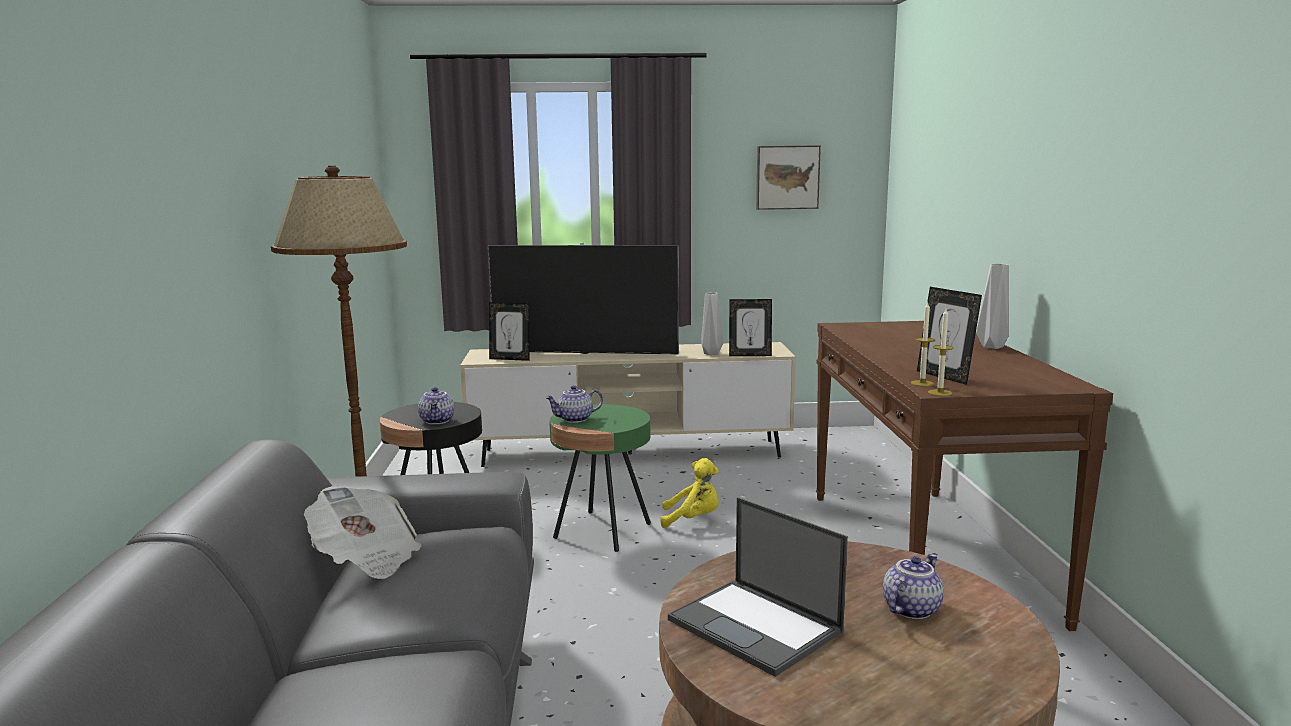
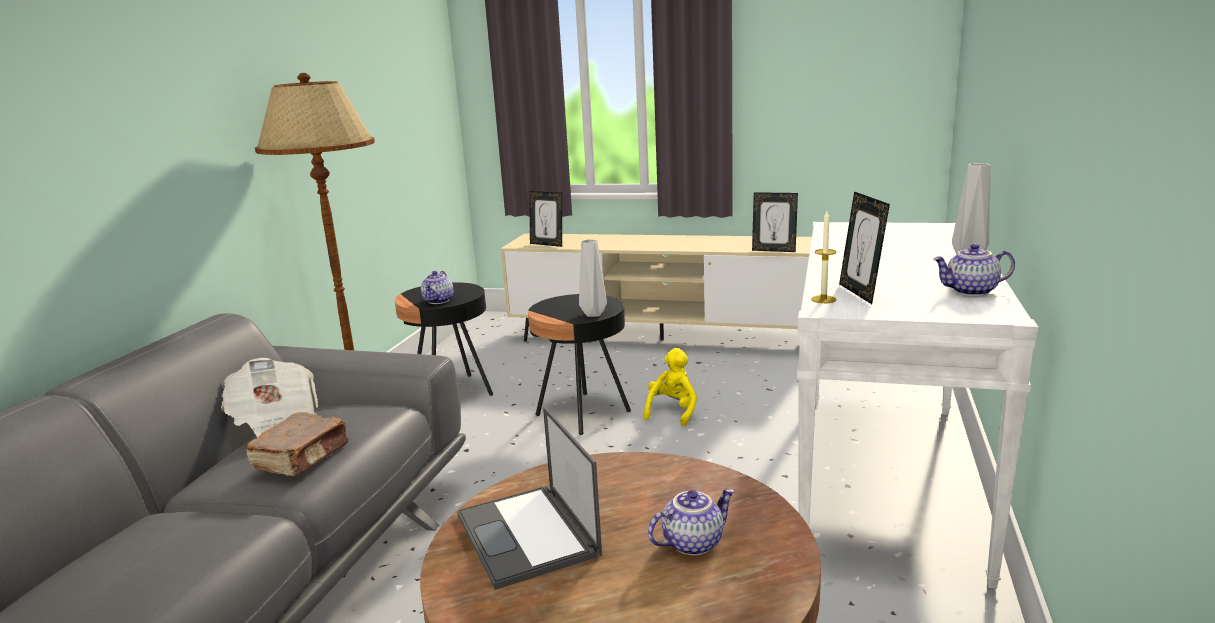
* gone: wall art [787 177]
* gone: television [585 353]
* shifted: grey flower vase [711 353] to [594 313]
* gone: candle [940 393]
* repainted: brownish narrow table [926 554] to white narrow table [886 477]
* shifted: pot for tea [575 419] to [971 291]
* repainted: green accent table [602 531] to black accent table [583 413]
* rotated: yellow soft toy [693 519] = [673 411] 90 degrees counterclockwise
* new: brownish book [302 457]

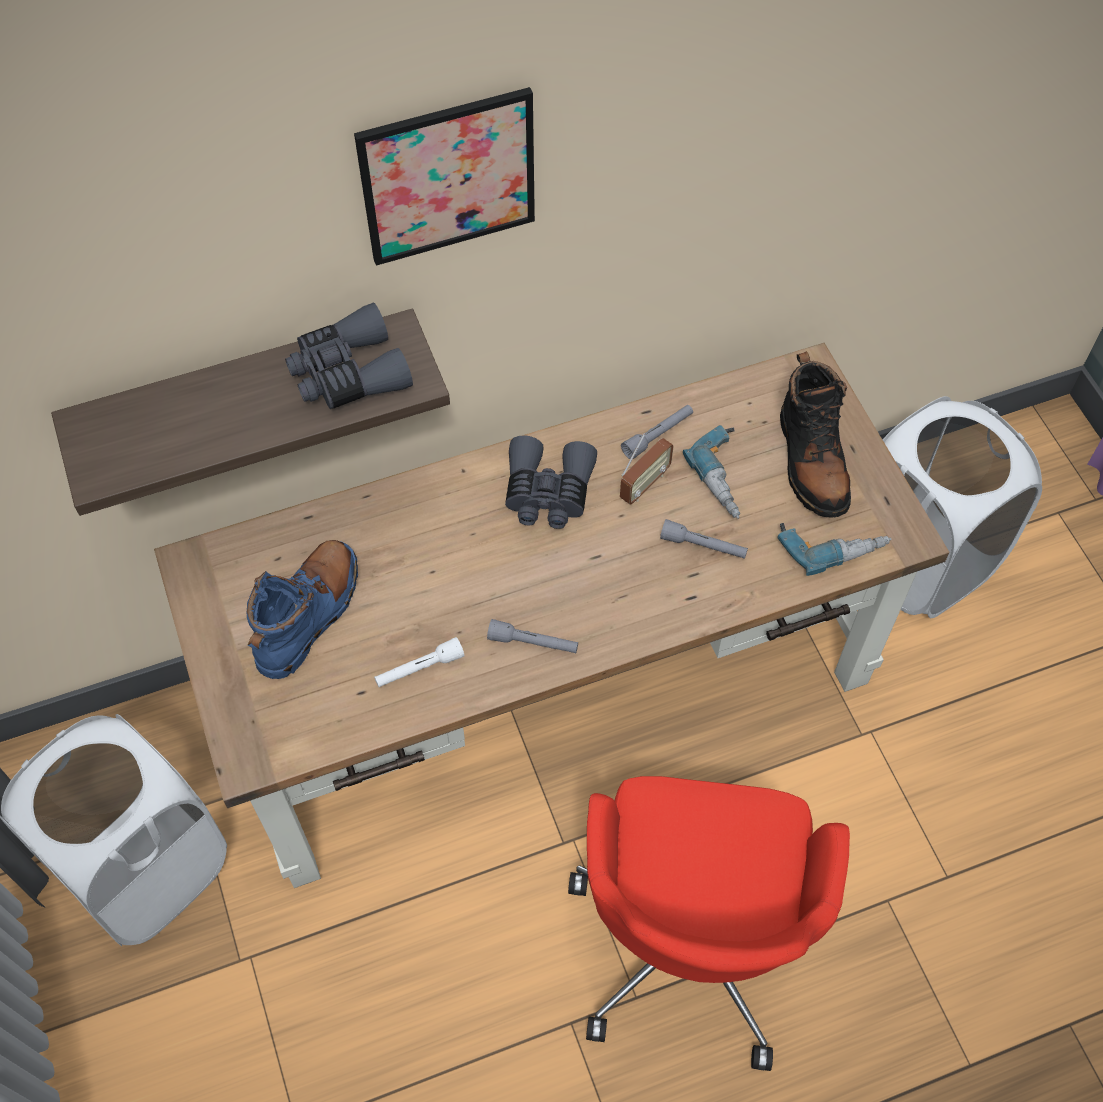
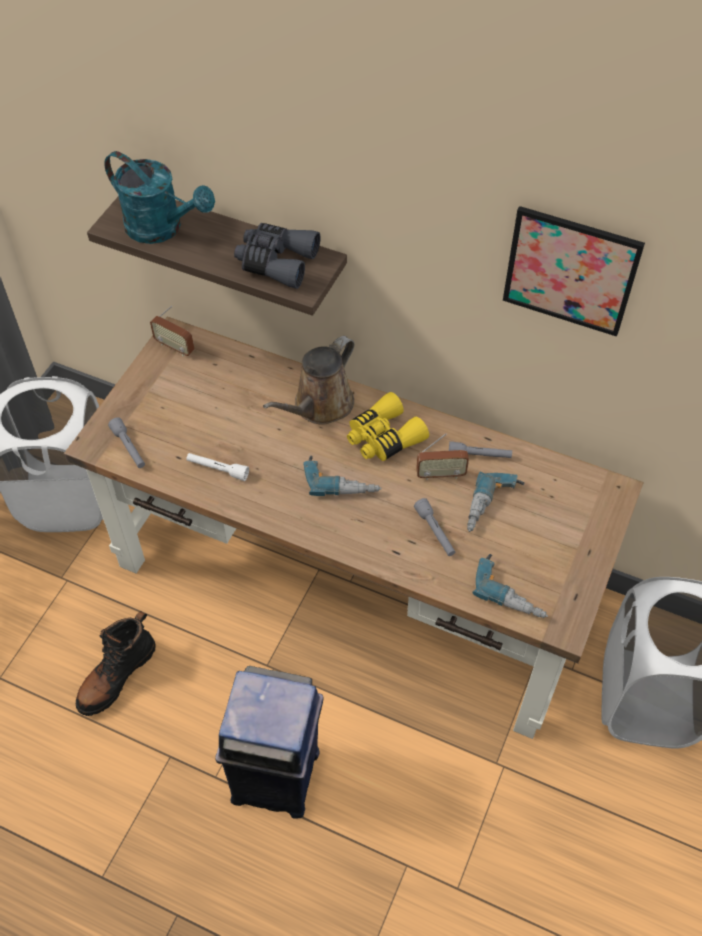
* shifted: wall art [448 176] to [570 271]
* shifted: black high-top boot [811 461] to [117 676]
* repainted: grey binoculars [547 493] to yellow binoculars [383 437]
* gone: blue high-top boot [309 615]
* shifted: grey torch [533 643] to [129 448]
* swapped: red computer chair [692 937] to blue rubbish bin [277 776]
* new: turquoise sprinkling can [162 229]
* new: radio set [175 347]
* new: brownish sprinkling can [319 406]
* new: drill [342 480]

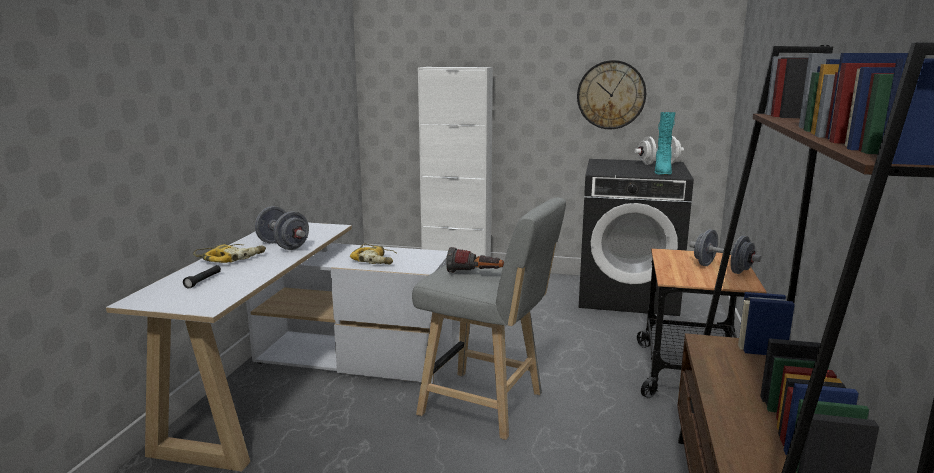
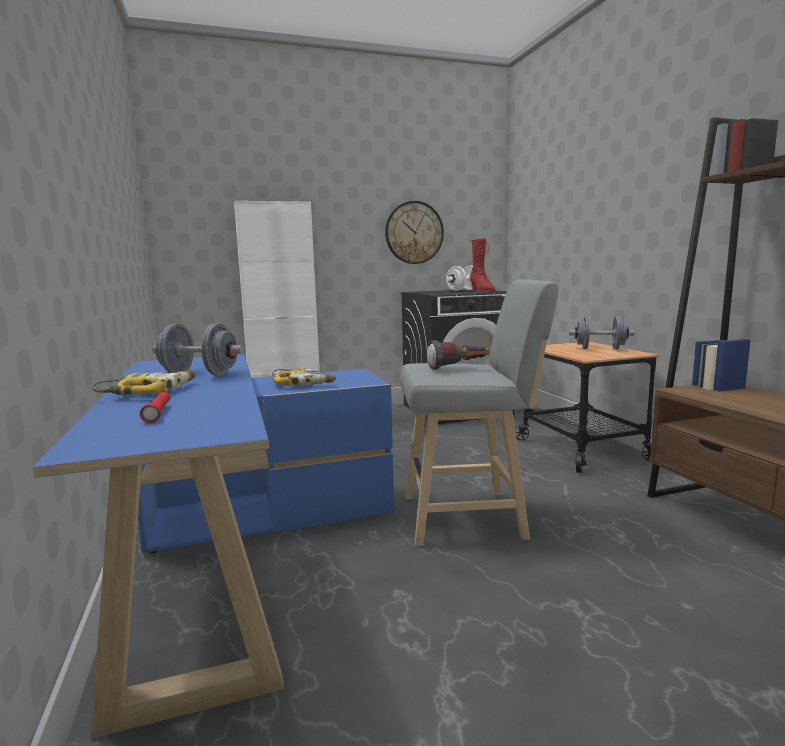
* repainted: turquoise high-top boot [662 171] to red high-top boot [482 291]
* repainted: white desk [304 383] to blue desk [243 555]
* repainted: black torch [203 281] to red torch [158 413]

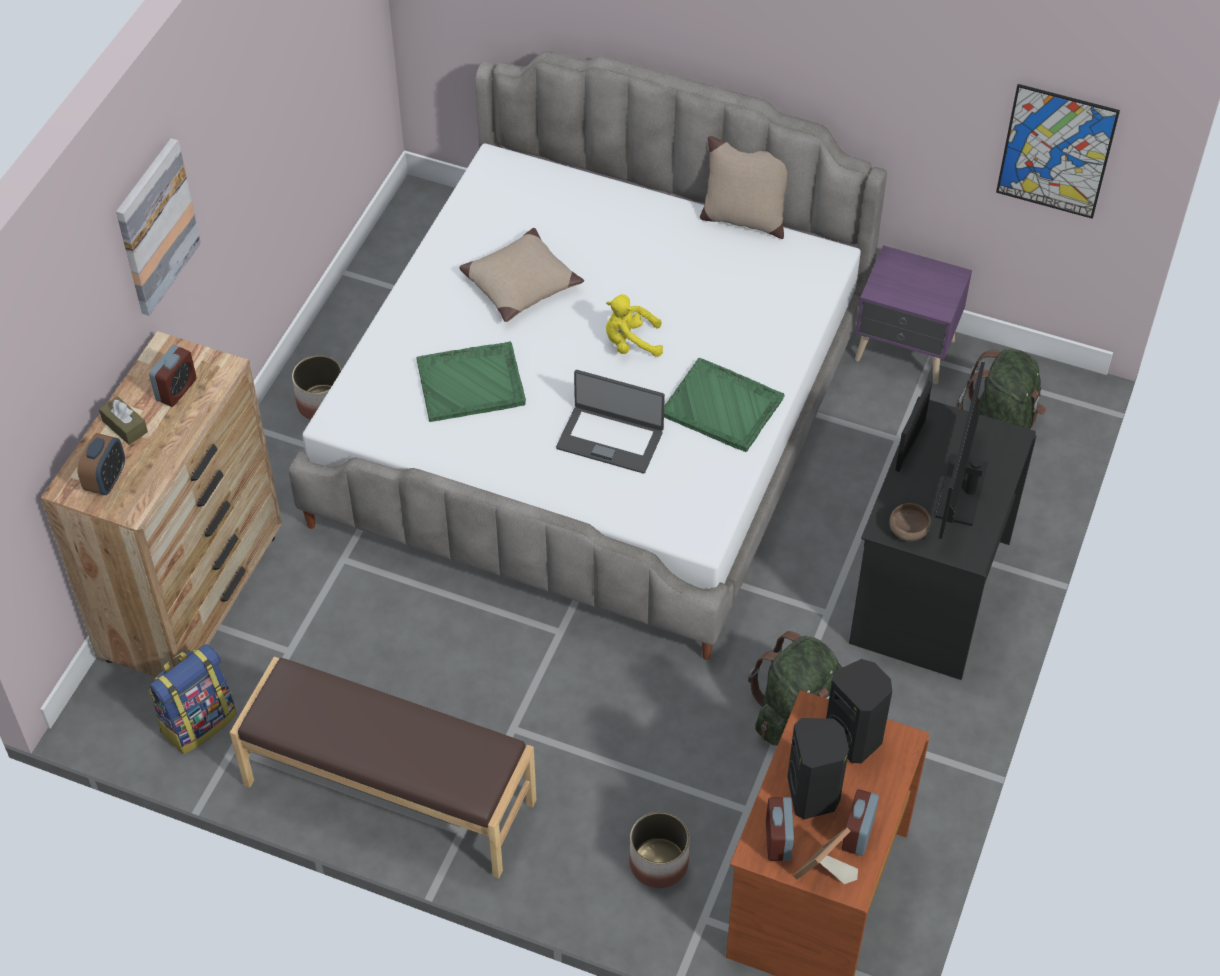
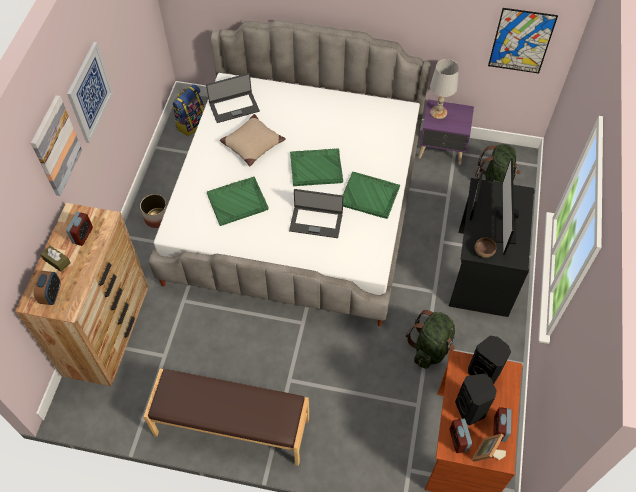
* gone: sand-coloured cushion [743 219]
* swapped: yellow soft toy [631 343] to green tray [315 168]
* shifted: backpack [198 721] to [191 123]
* gone: plant pot [658 863]
* new: wall art [89 92]
* new: white table lamp [438 112]
* new: portable computer [234 107]

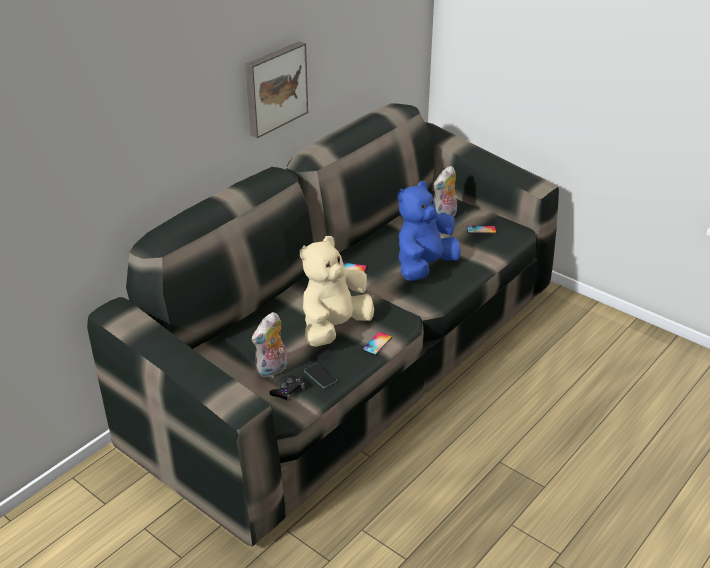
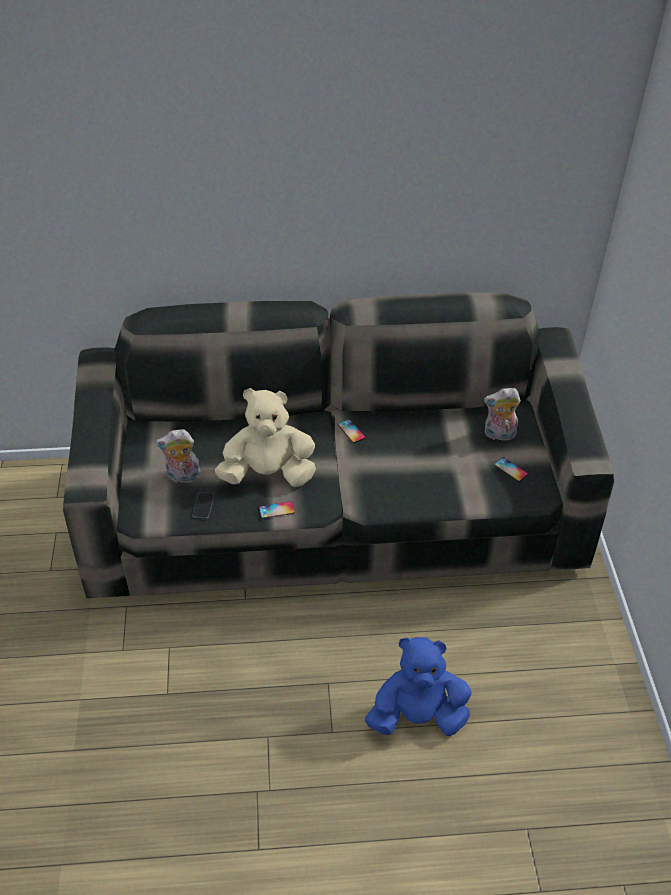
* gone: wall art [274 88]
* shifted: blue soft toy [424 267] to [417 715]
* gone: black joypad [288 391]

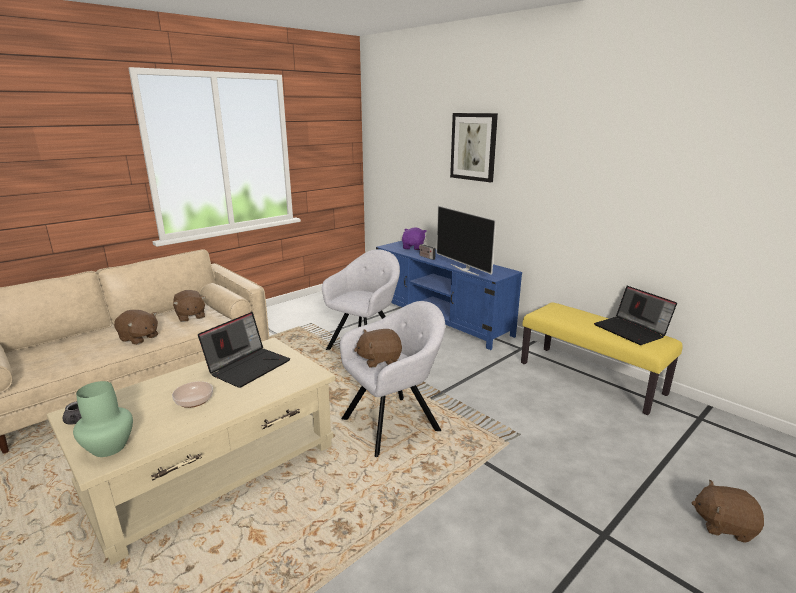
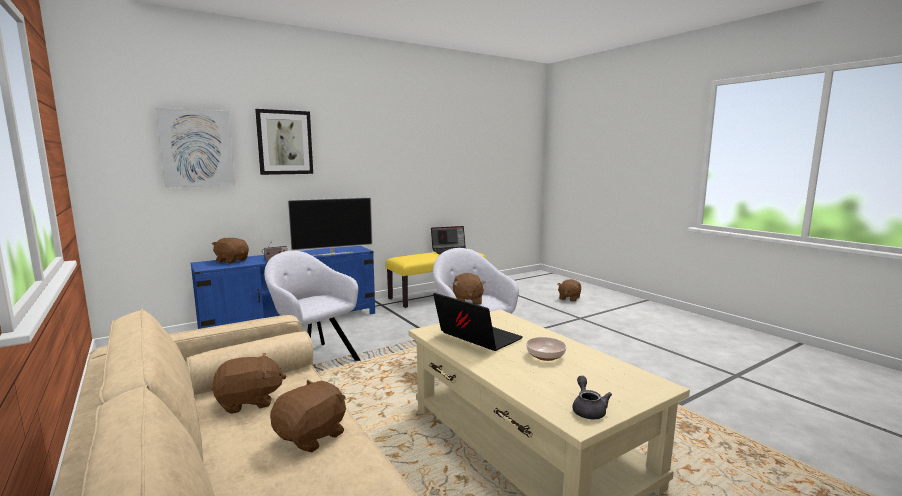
* repainted: purplish soft toy [413 247] to brownish soft toy [232 261]
* gone: green flower vase [109 447]
* new: wall art [197 148]

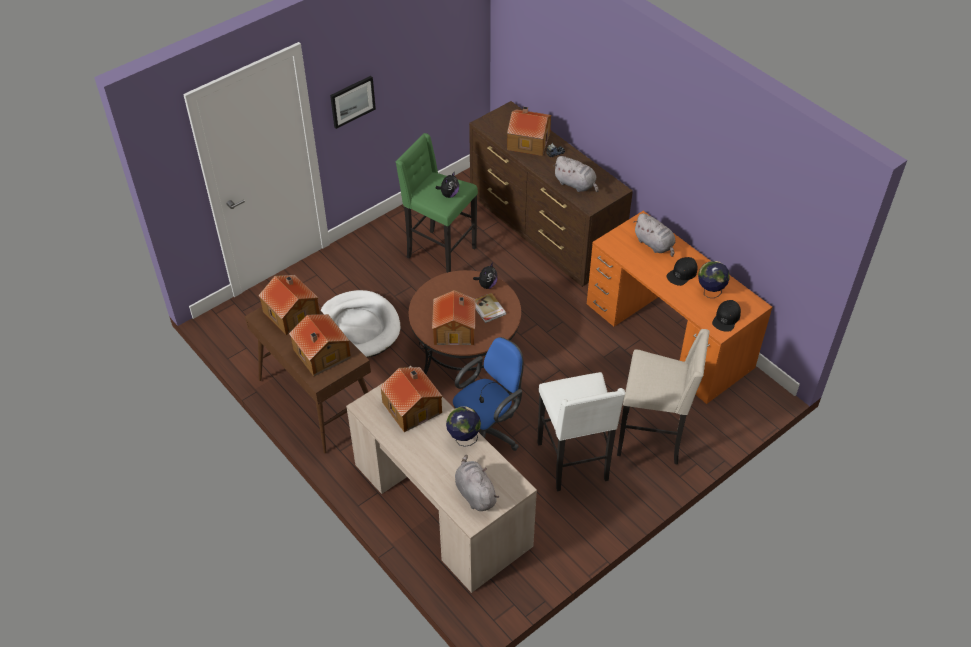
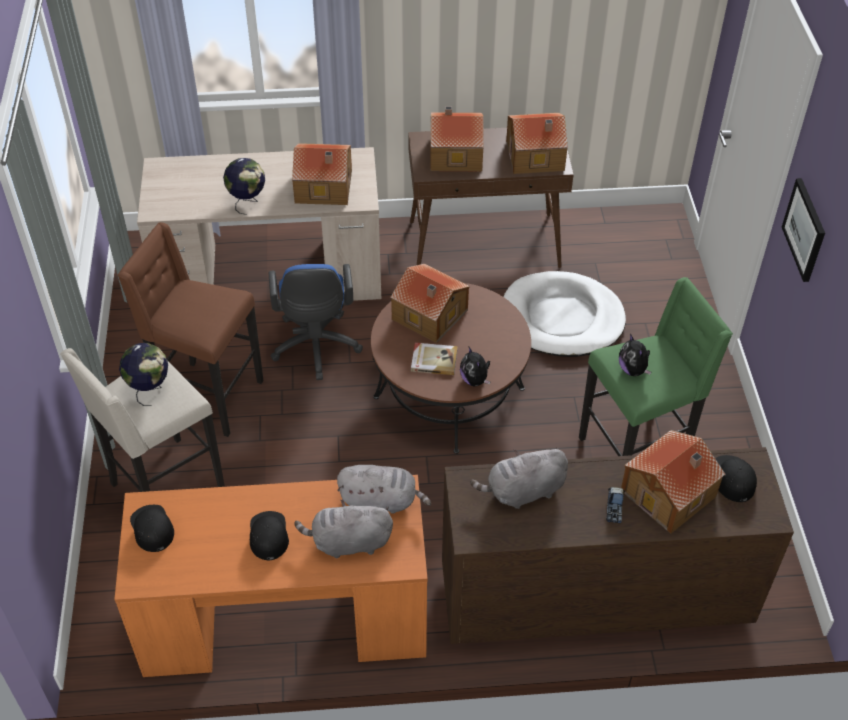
* shifted: globe [710 292] to [150 390]
* repainted: white sitting stool [574 463] to brownish sitting stool [208 397]
* shifted: grey soft toy [474 493] to [381 500]
* new: black baseball cap [732 478]

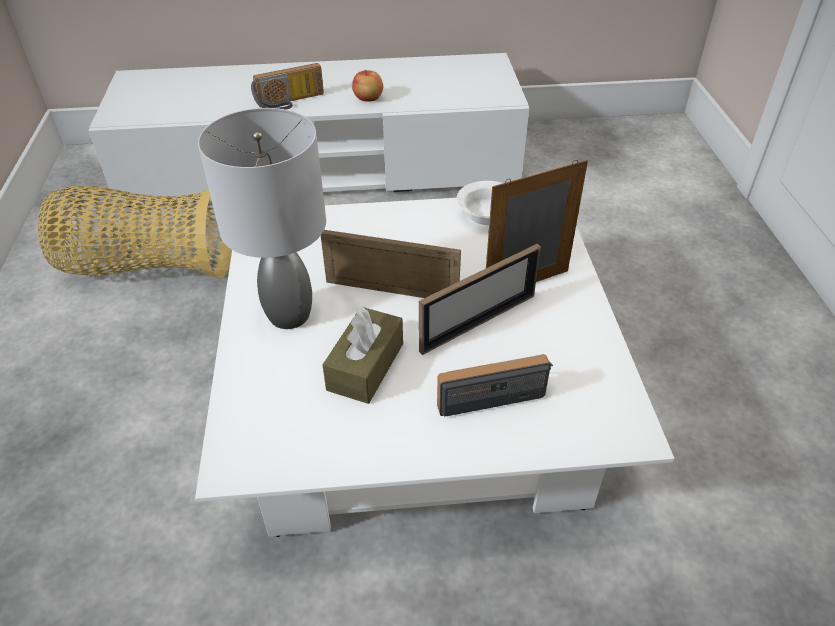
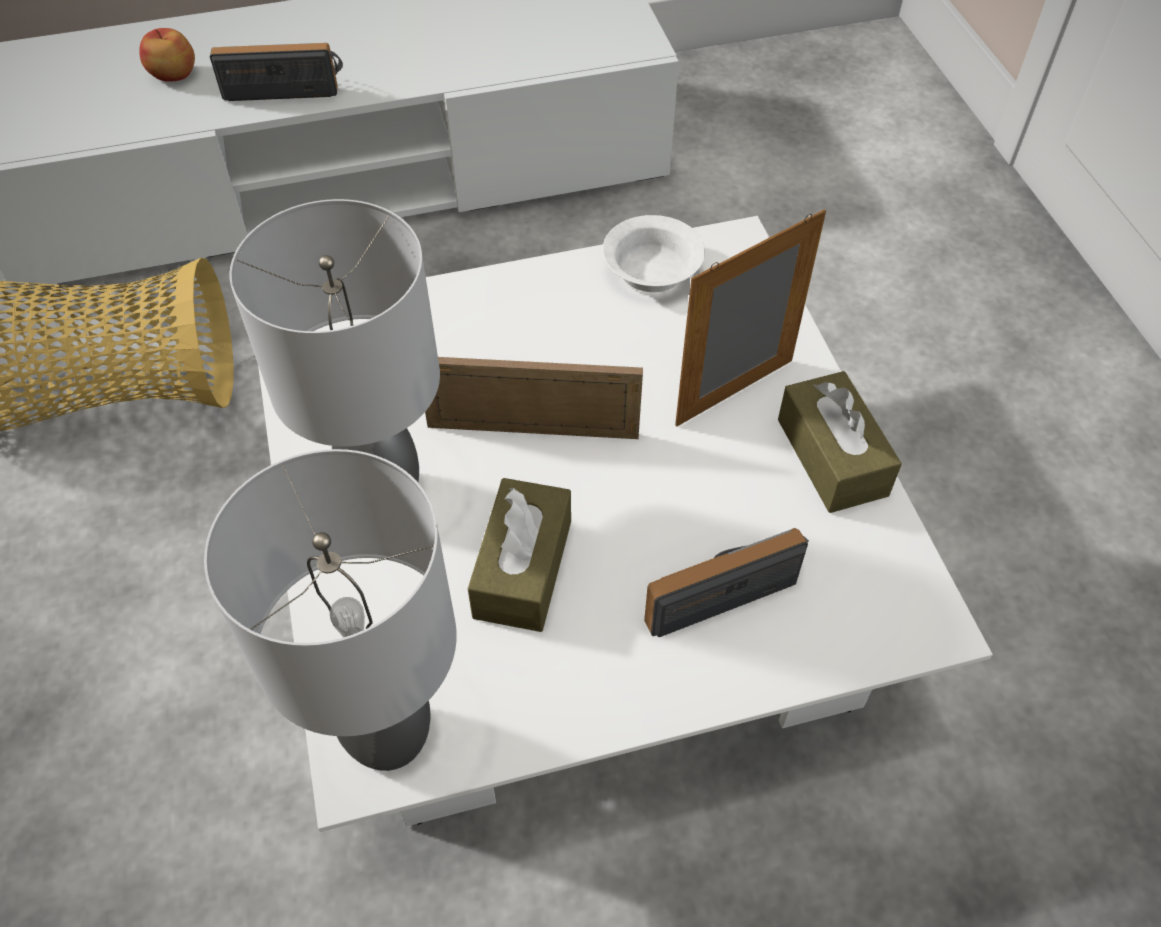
* rotated: radio set [290 102] = [286 87] 150 degrees counterclockwise
* shifted: apple fruit [368 99] to [174 75]
* gone: picture frame [478 323]
* new: brownish tissue holder [832 457]
* new: grey table lamp [386 738]

